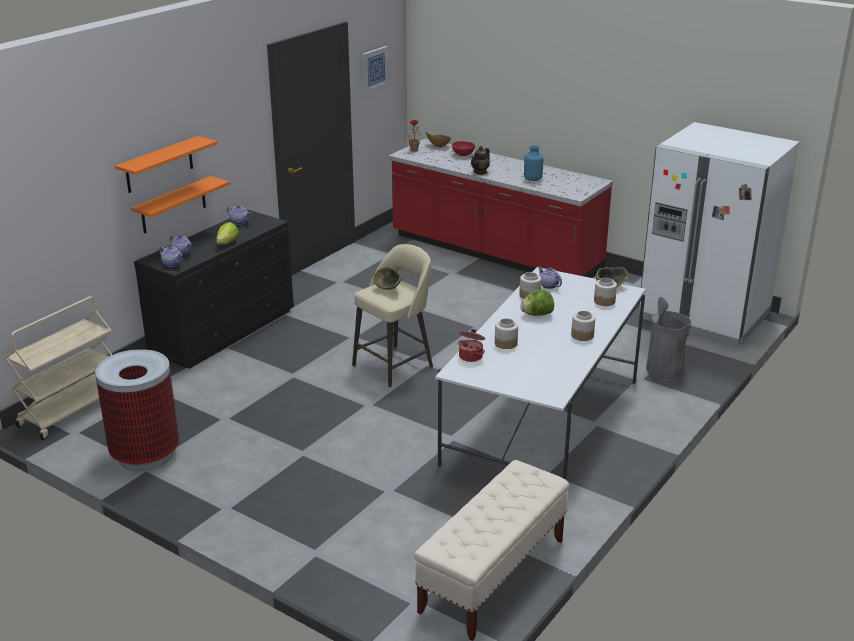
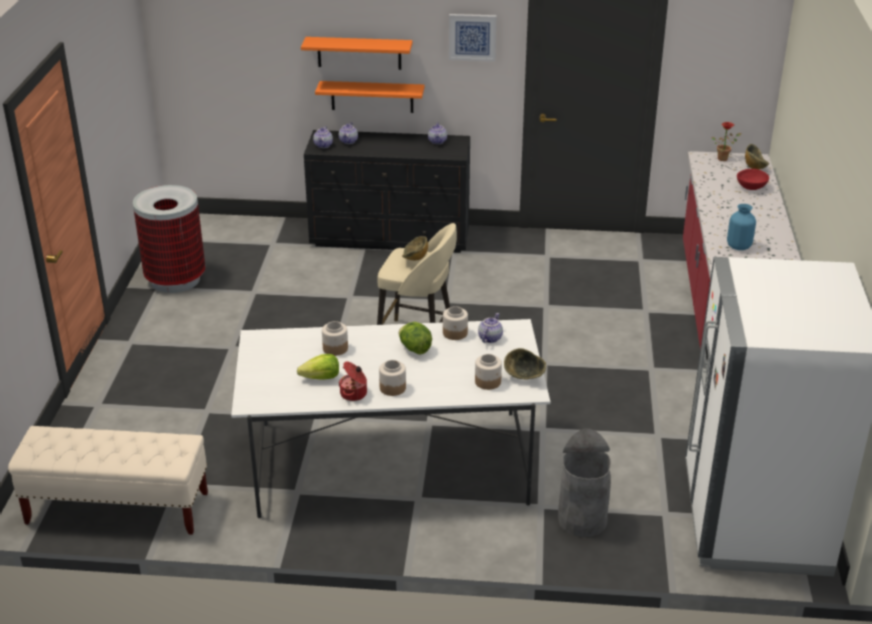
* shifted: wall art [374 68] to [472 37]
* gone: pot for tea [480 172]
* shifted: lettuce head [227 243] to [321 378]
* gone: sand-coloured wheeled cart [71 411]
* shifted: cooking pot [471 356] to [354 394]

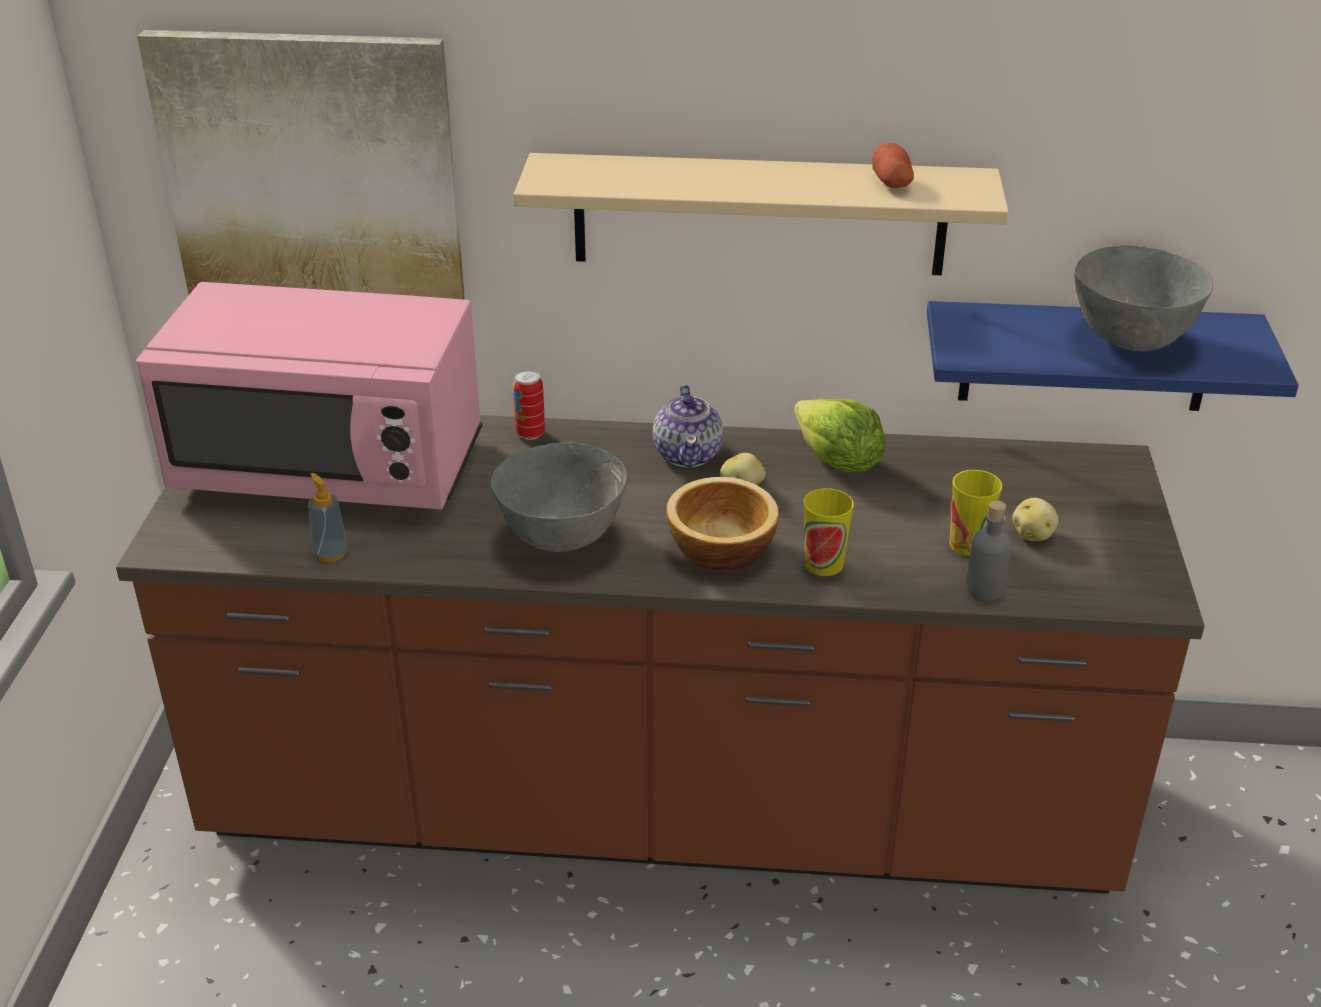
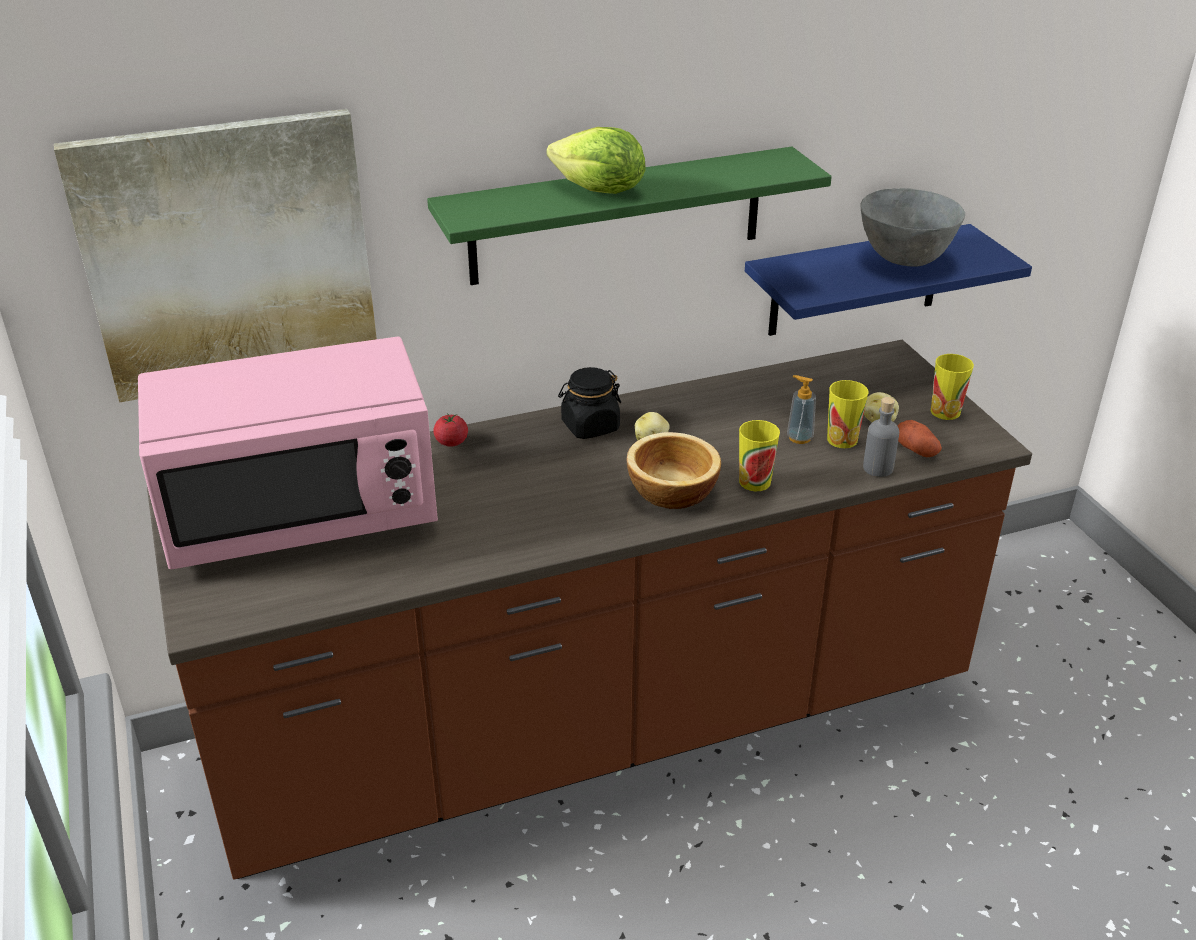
* shifted: potato [891 182] to [916 450]
* repainted: sand-coloured shelf [759 214] to green shelf [617 216]
* swapped: sealed can [530 434] to fresh tomato [451 442]
* swapped: pot for tea [688 454] to black preserve jar [590 426]
* shifted: lettuce head [837 463] to [599 191]
* gone: grey deep dish [561 538]
* shifted: soap bottle [330 553] to [799 438]
* new: drinking cup [945 412]

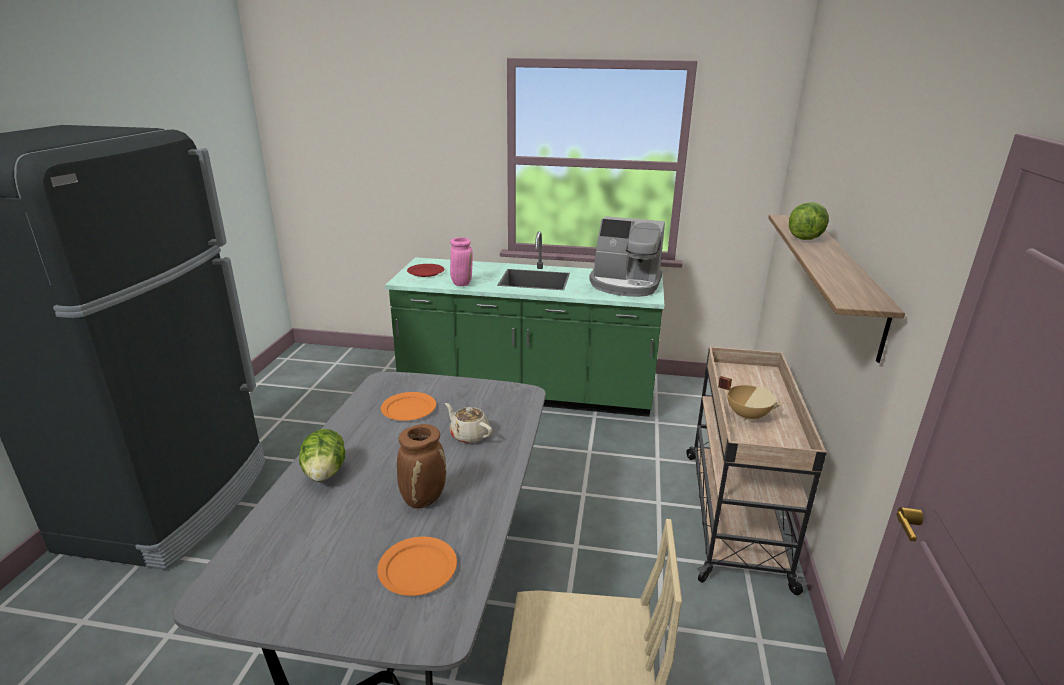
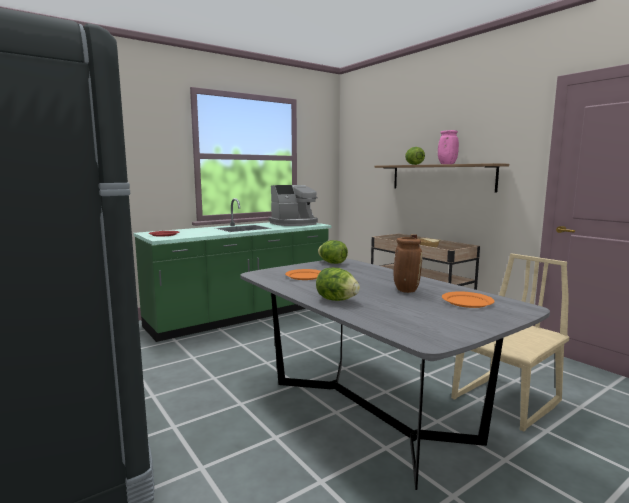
* shifted: pinkish flower vase [461 283] to [446 164]
* gone: sand-coloured pot for tea [469 435]
* new: lettuce head [332 263]

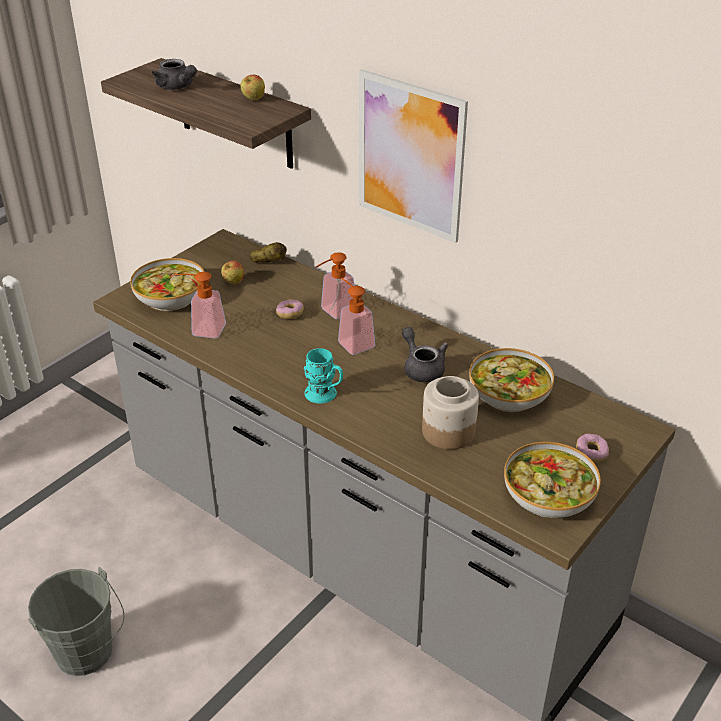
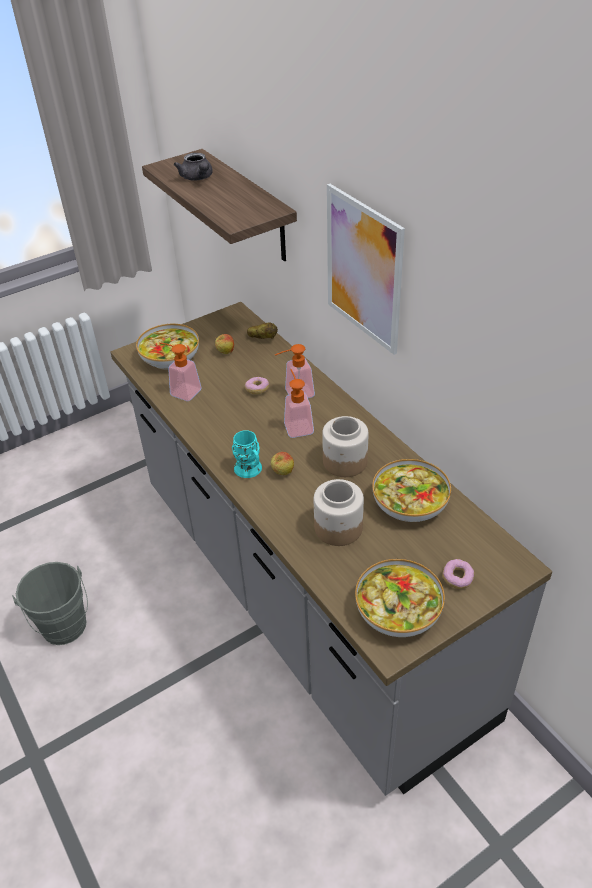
* shifted: apple fruit [253 100] to [282 472]
* swapped: grey pot for tea [422 368] to preserve jar [344 461]

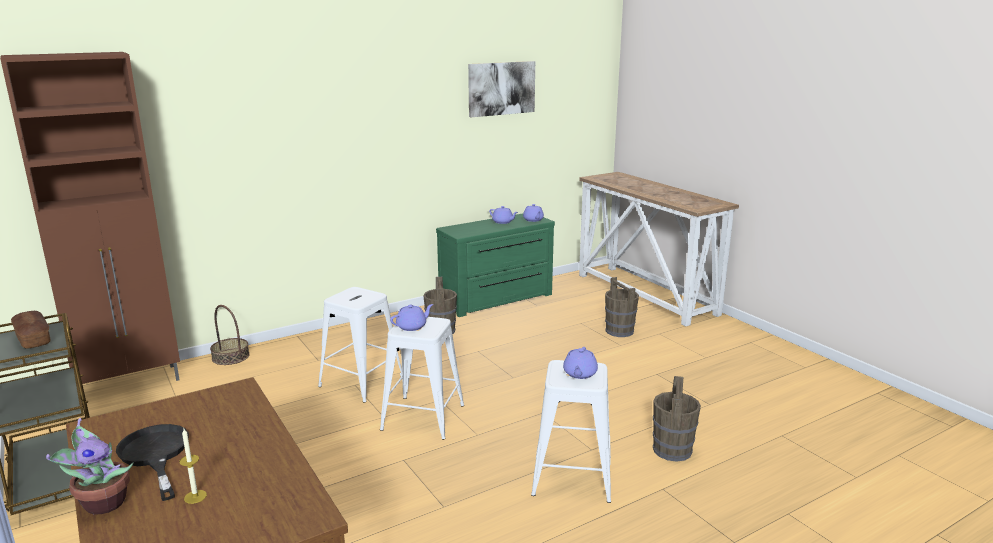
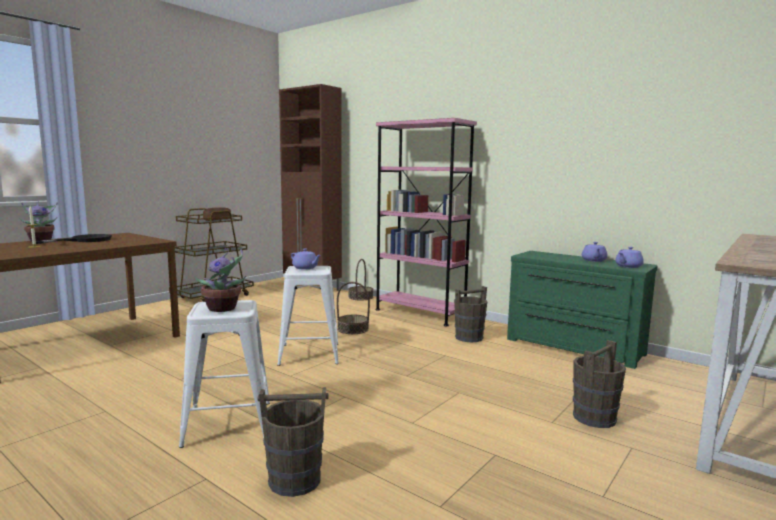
* gone: wall art [501 88]
* swapped: white sitting stool [361 382] to basket [353 329]
* swapped: purplish pot for tea [579 374] to houseplant [223 309]
* new: pinkish bookshelf [420 313]

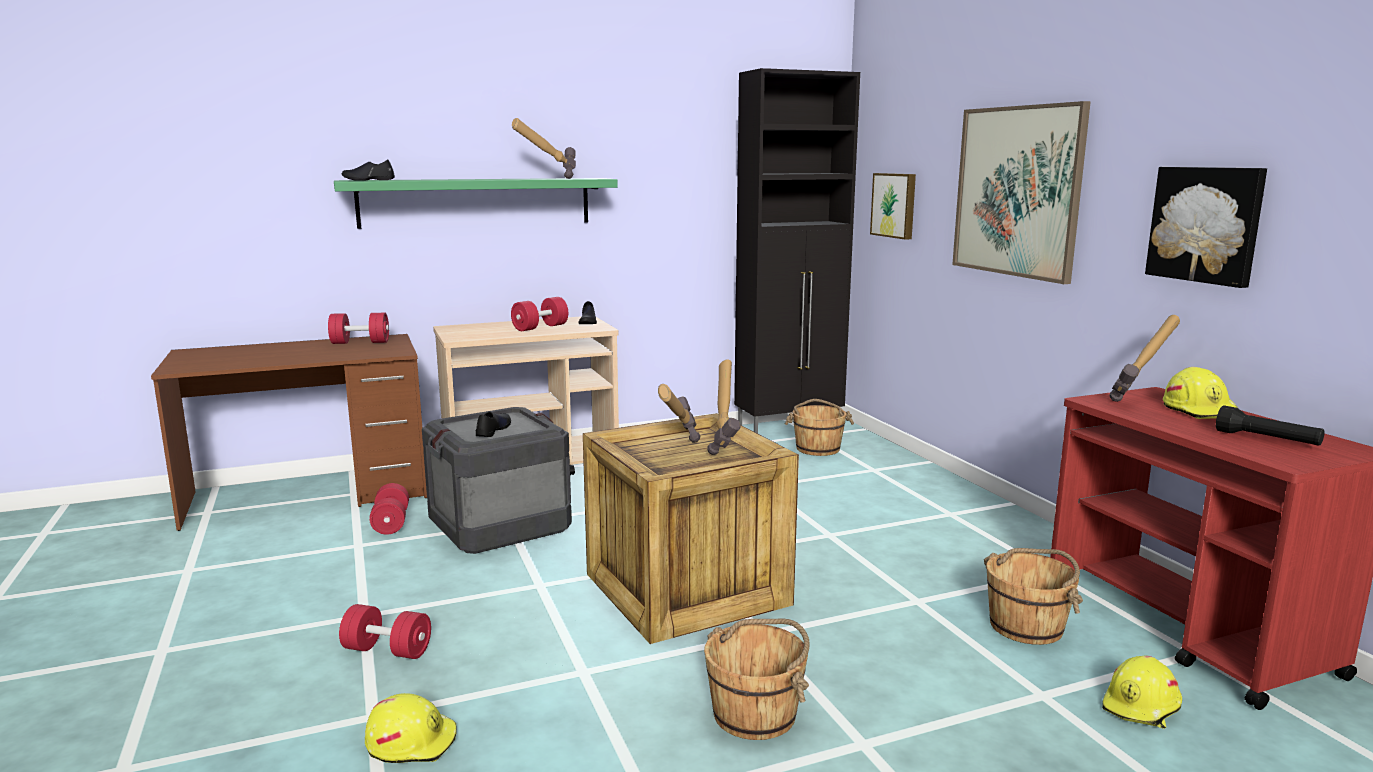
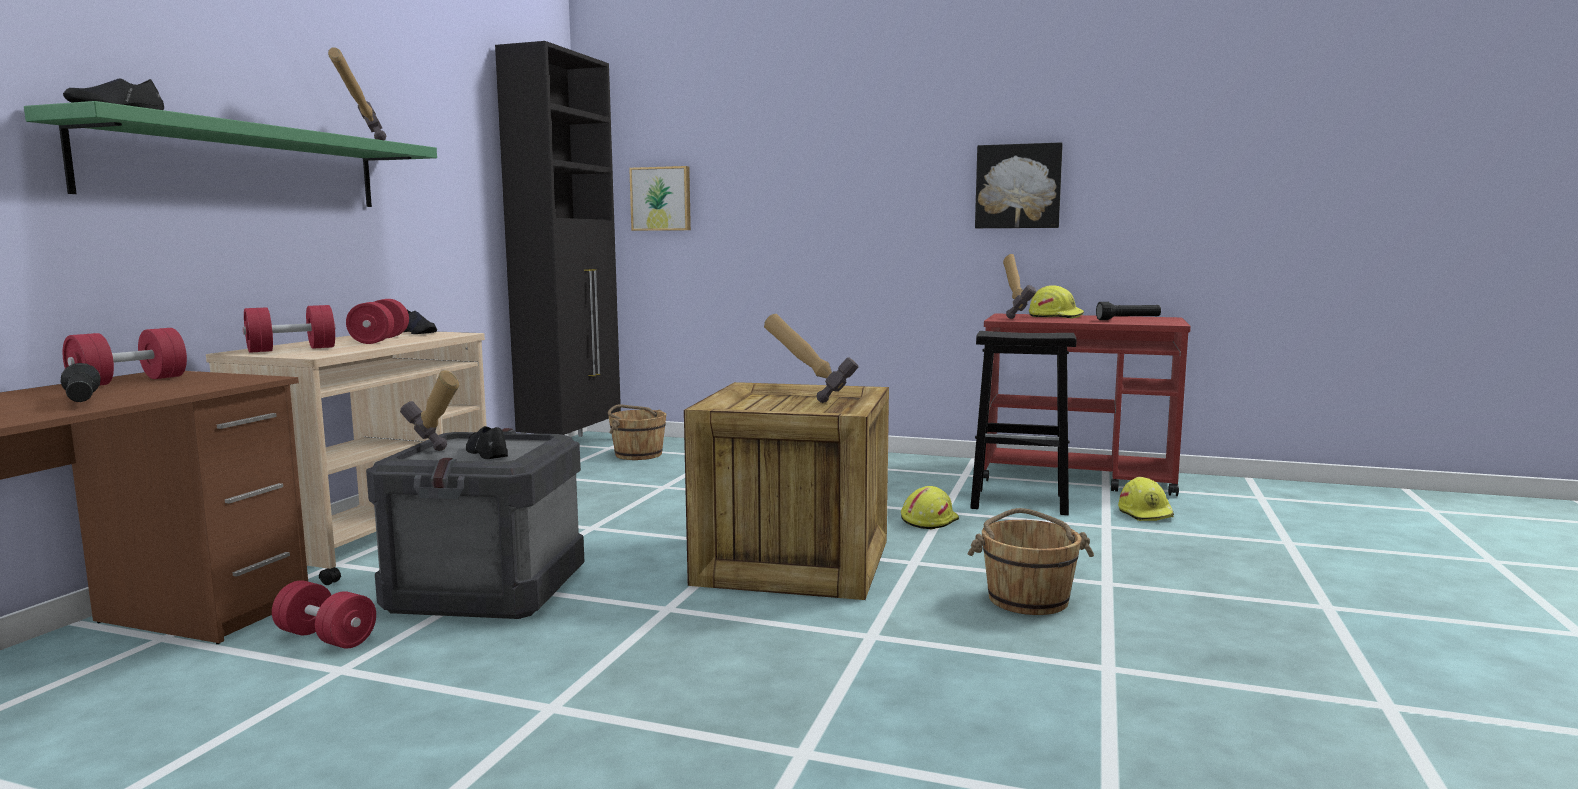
* gone: wall art [1017 191]
* shifted: hammer [674 449] to [432 459]
* swapped: brownish bucket [1027 626] to black sitting stool [1021 501]
* shifted: red free weight [387 650] to [292 349]
* shifted: yellow safety helmet [412 741] to [928 520]
* new: black torch [82 401]

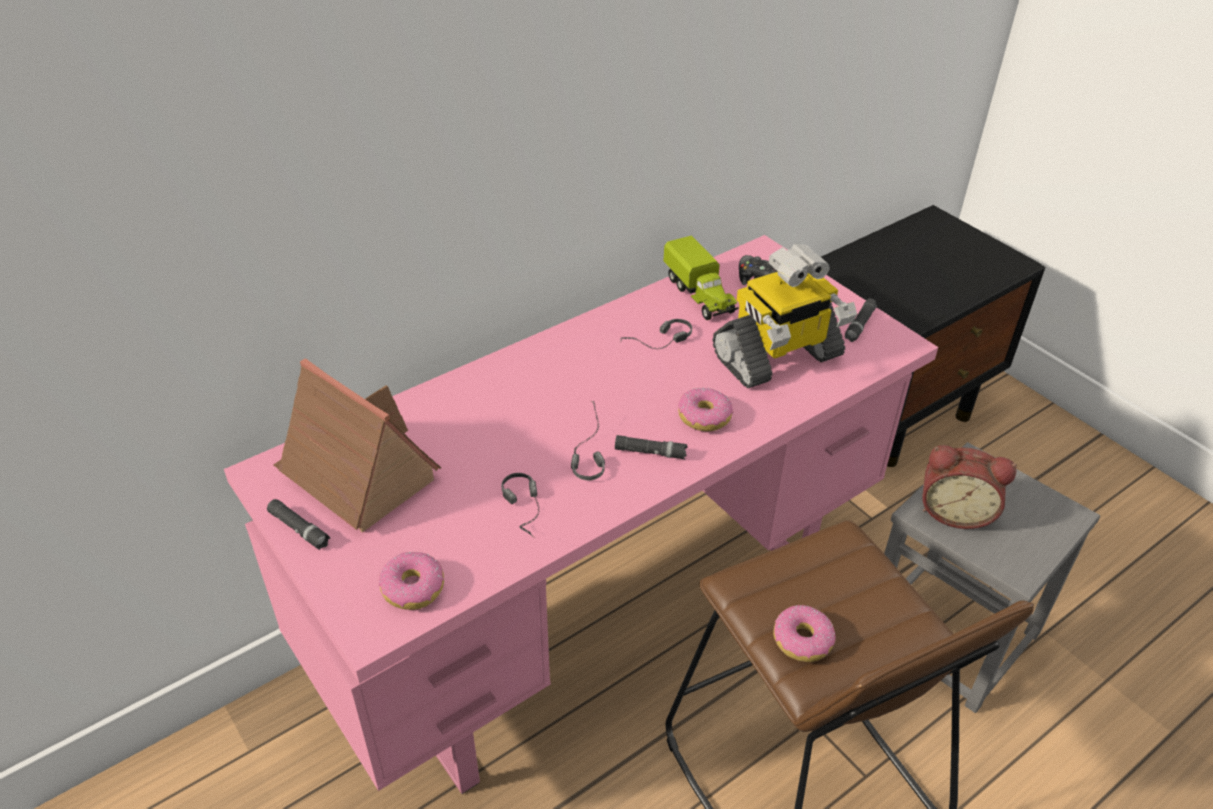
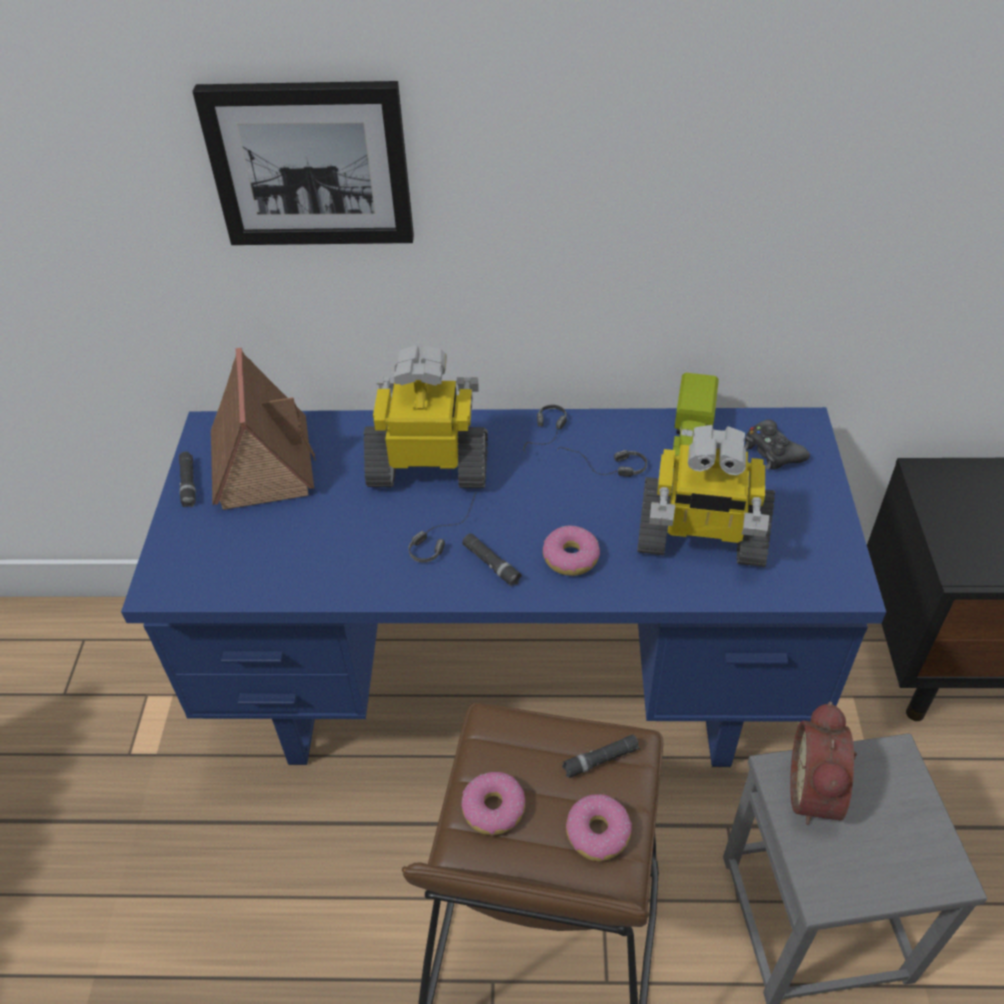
* repainted: pinkish desk [602 612] to blue desk [511 691]
* shifted: black torch [860 325] to [600 760]
* rotated: bedside clock [955 511] = [818 792] 45 degrees clockwise
* shifted: headphones [529 513] to [545 438]
* shifted: ring doughnut [412 588] to [597 832]
* new: wall art [310 164]
* new: model robot [430 466]

